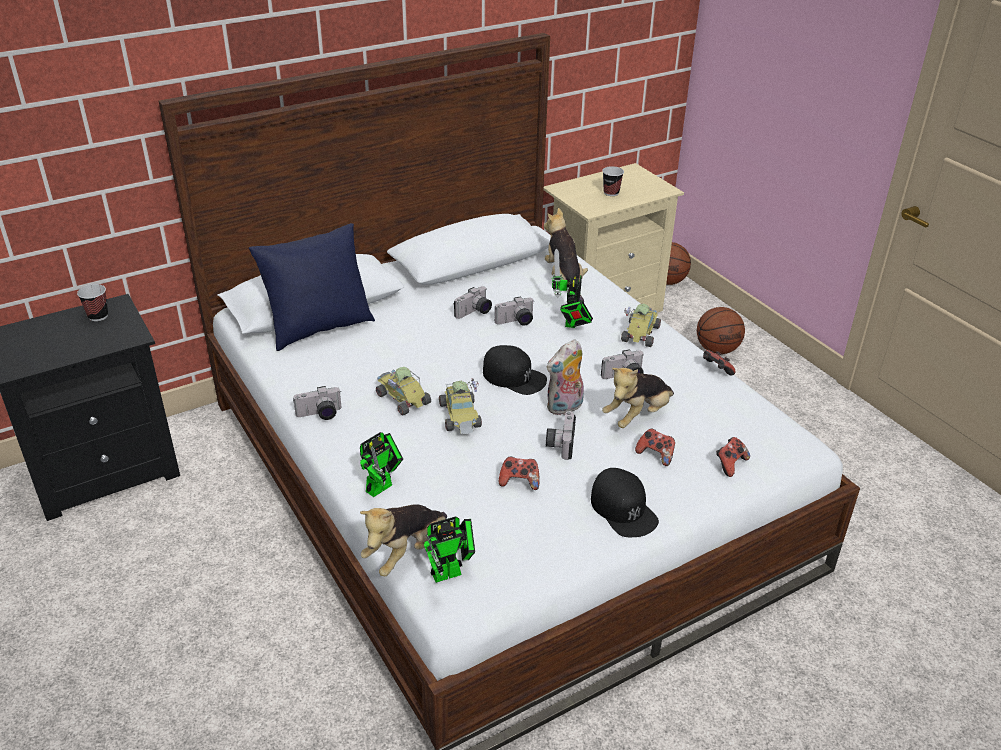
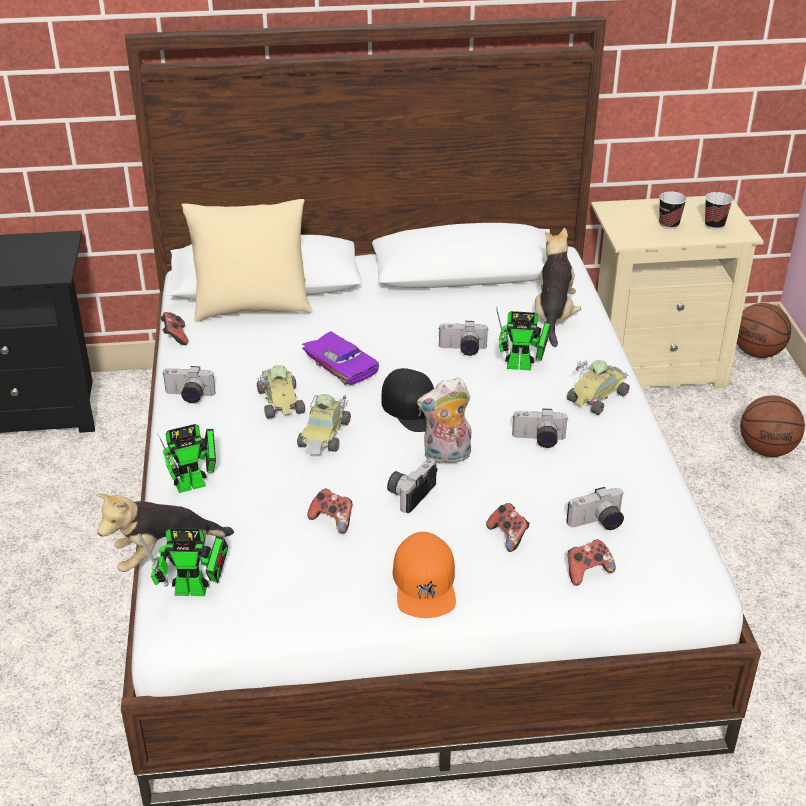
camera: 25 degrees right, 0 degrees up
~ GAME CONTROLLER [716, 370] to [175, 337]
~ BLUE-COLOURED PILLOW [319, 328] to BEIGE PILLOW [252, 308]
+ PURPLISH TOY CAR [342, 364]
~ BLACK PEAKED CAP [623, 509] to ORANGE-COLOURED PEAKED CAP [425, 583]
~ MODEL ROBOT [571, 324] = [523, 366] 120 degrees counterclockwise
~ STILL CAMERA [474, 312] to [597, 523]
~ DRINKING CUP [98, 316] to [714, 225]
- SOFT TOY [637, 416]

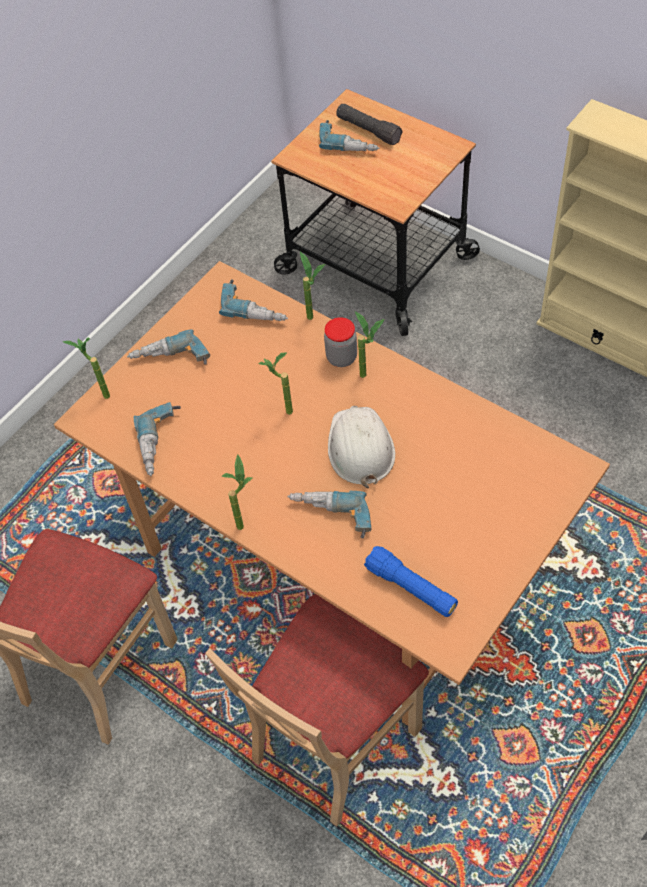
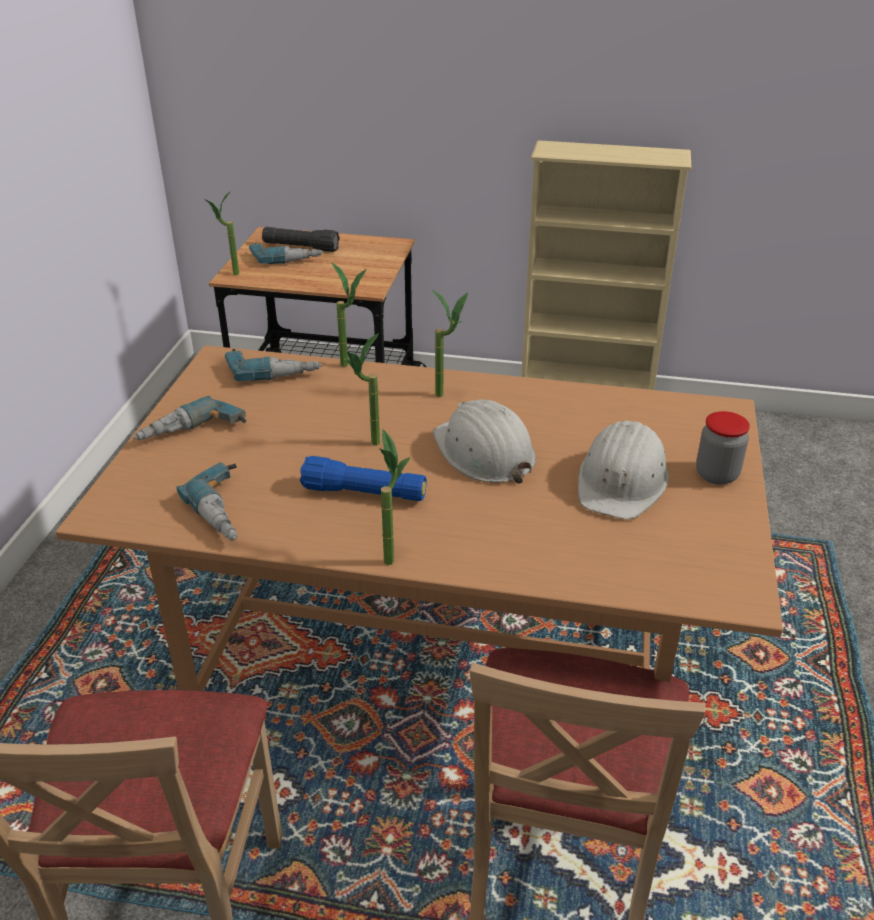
camera: 30 degrees left, 20 degrees down
~ POTTED PLANT [100, 395] to [229, 274]
~ BLUE-COLOURED HAND TORCH [411, 588] to [364, 493]
+ WHITE WORK HELMET [622, 481]
~ STORAGE JAR [341, 357] to [716, 474]
- ELECTRIC DRILL [329, 518]

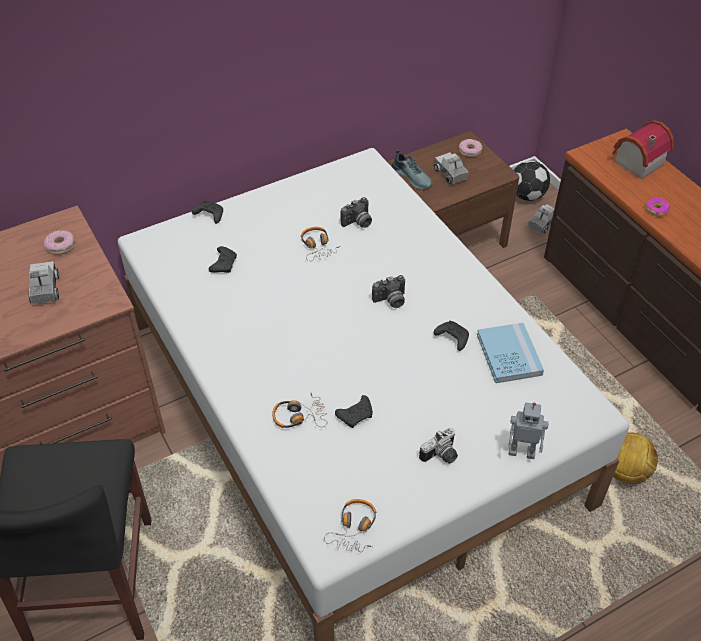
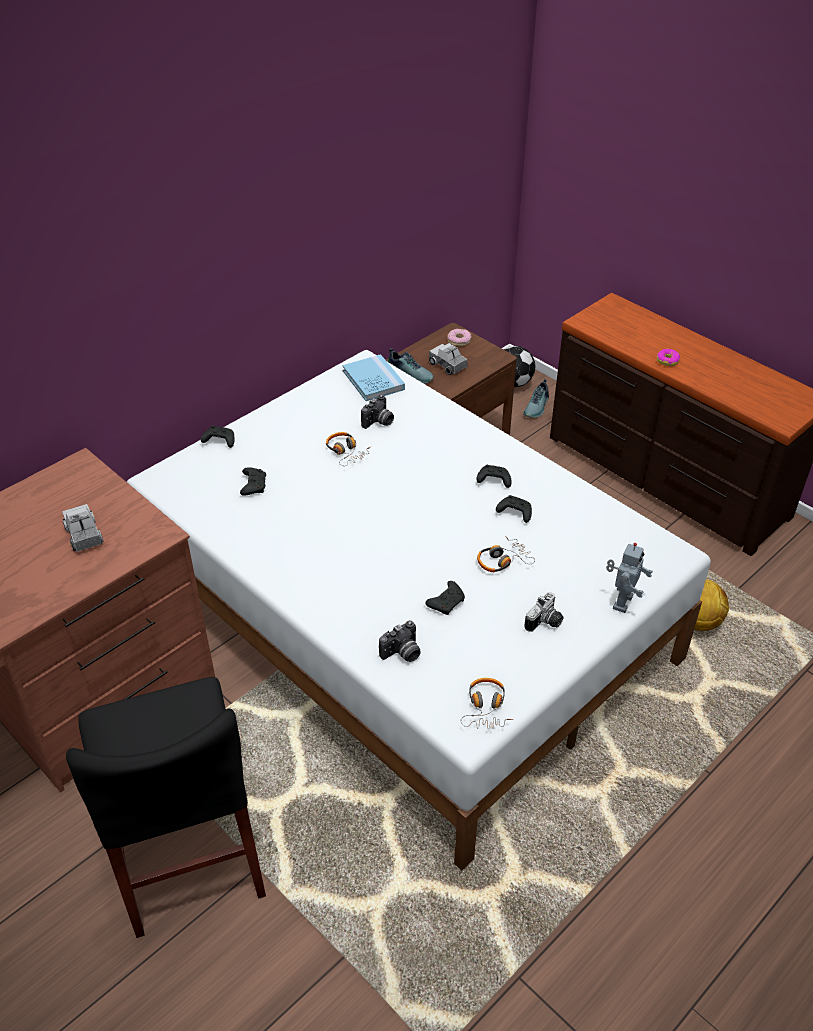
camera: 15 degrees left, 5 degrees down
~ BLUE-COLOURED BOUND BOOK [509, 355] to [373, 380]
~ STILL CAMERA [390, 301] to [402, 653]
+ BLACK GAME CONTROLLER [493, 481]
~ HEADPHONES [299, 416] to [503, 560]
~ TOY LORRY [542, 224] to LOW SHOE [537, 407]
~ MODEL ROBOT [522, 450] = [621, 602] 60 degrees counterclockwise
- DONUT [60, 246]
- TOY HOUSE [635, 162]

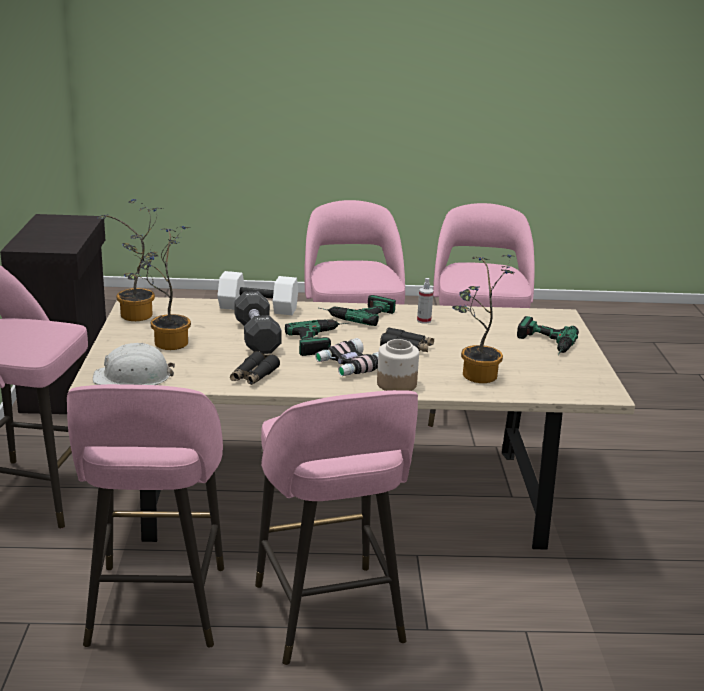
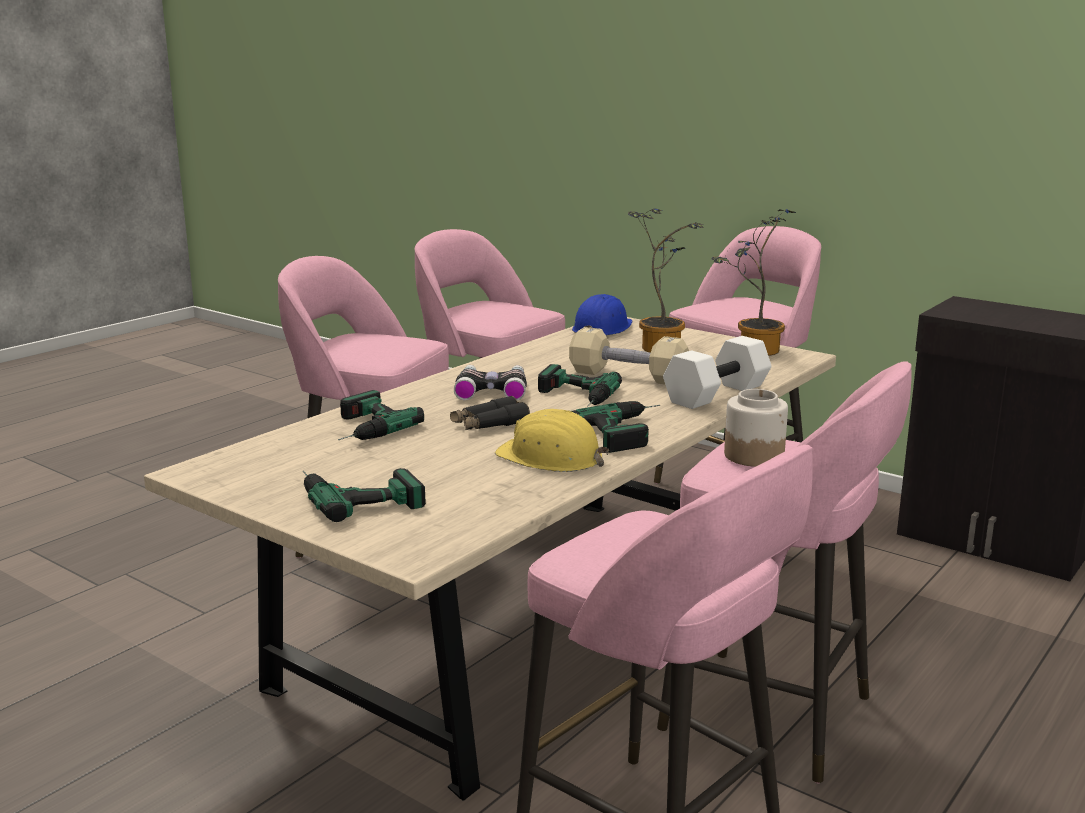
camera: 130 degrees right, 5 degrees down
~ POTTED PLANT [475, 377] to ELECTRIC DRILL [361, 428]
~ HAND SPRAYER [424, 320] to YELLOW-COLOURED WORK HELMET [550, 457]
~ BLACK HAND WEIGHT [257, 337] to BEIGE HAND WEIGHT [628, 376]
~ WHITE WORK HELMET [133, 377] to BLUE-COLOURED WORK HELMET [602, 328]
~ STORAGE JAR [396, 384] to [754, 455]
- BLACK FIELD GLASSES [254, 376]

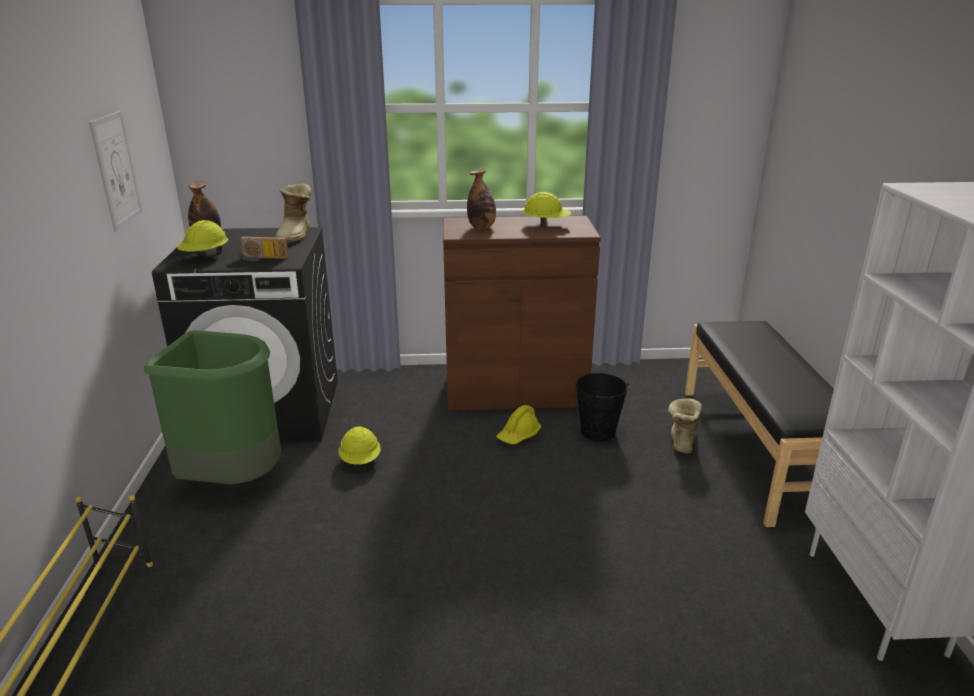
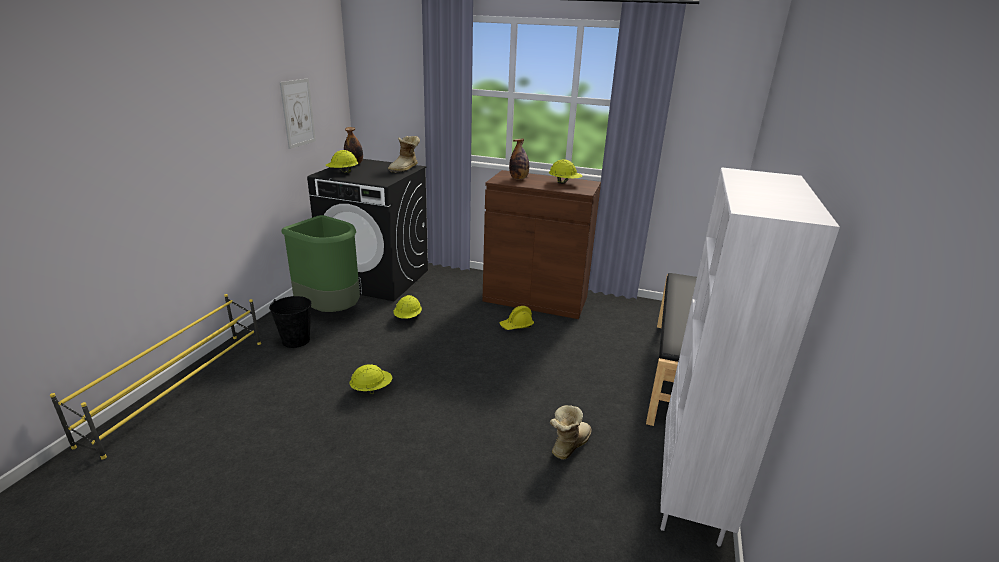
camera: 20 degrees right, 0 degrees up
~ BLACK WATER BUCKET [598, 431] to [296, 340]
+ YELLOW-COLOURED WORK HELMET [371, 389]
~ TALL BOOT [681, 441] to [568, 445]
- RADIO SET [262, 259]

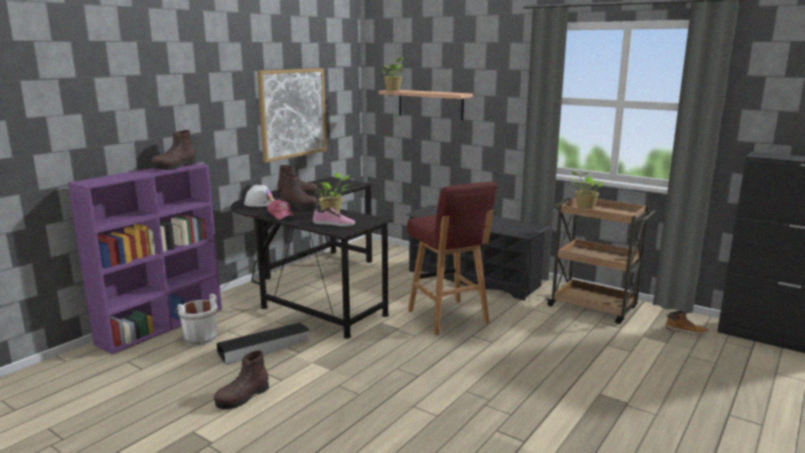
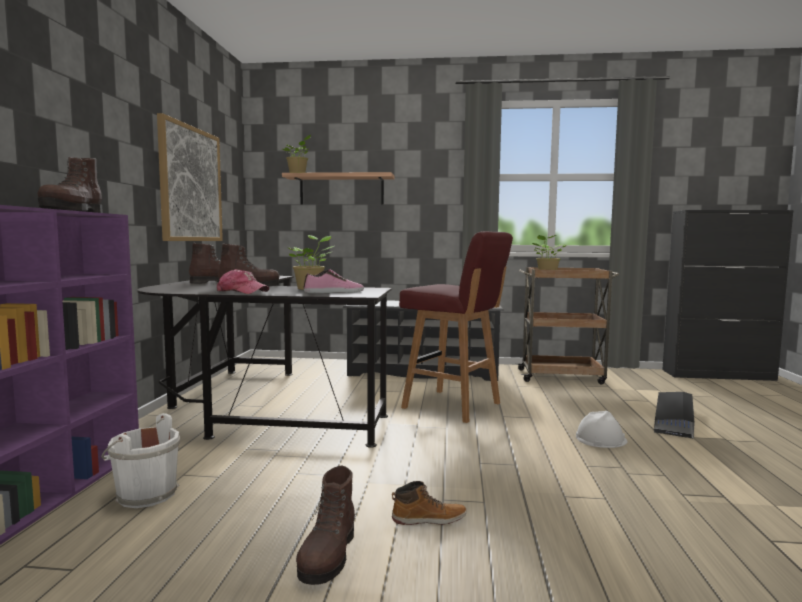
camera: 30 degrees left, 10 degrees down
~ TALL BOOT [685, 331] to [428, 519]
~ WHITE WORK HELMET [260, 203] to [600, 439]
~ BLACK STORAGE CONTAINER [265, 347] to [674, 419]

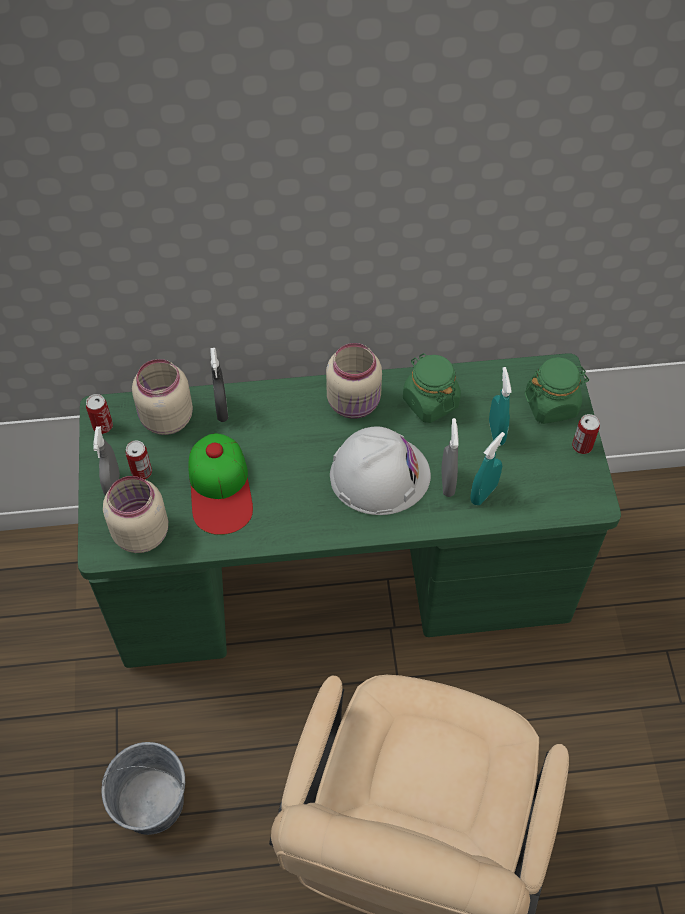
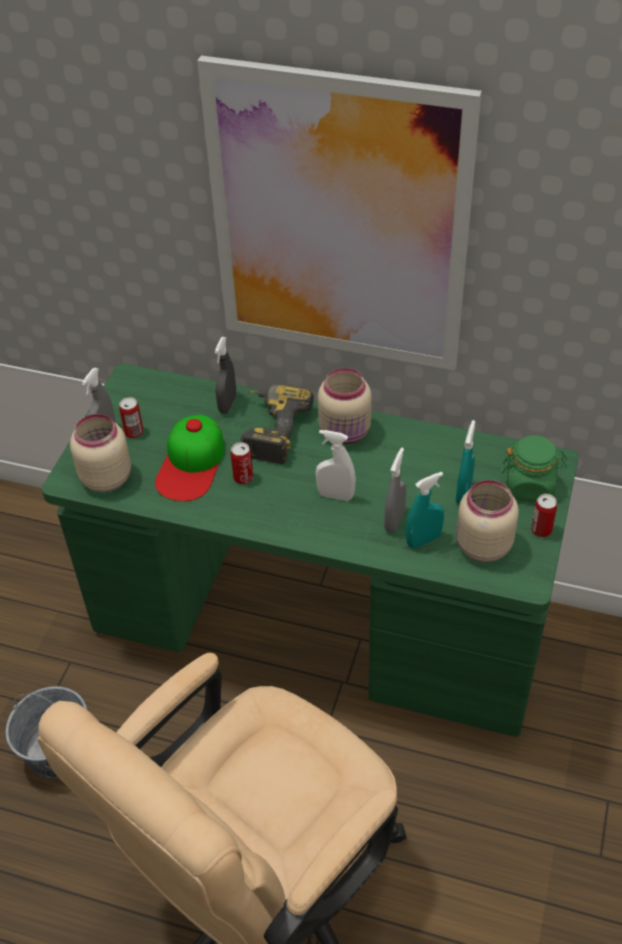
camera: 25 degrees right, 10 degrees down
+ WALL ART [339, 222]
~ CAN [103, 426] to [243, 478]
+ ELECTRIC DRILL [269, 429]
~ WHITE WORK HELMET [379, 474] to WHITE HAND SPRAYER [335, 495]
~ BEIGE STORAGE JAR [165, 419] to [481, 546]
- GREEN-COLOURED STORAGE JAR [430, 402]

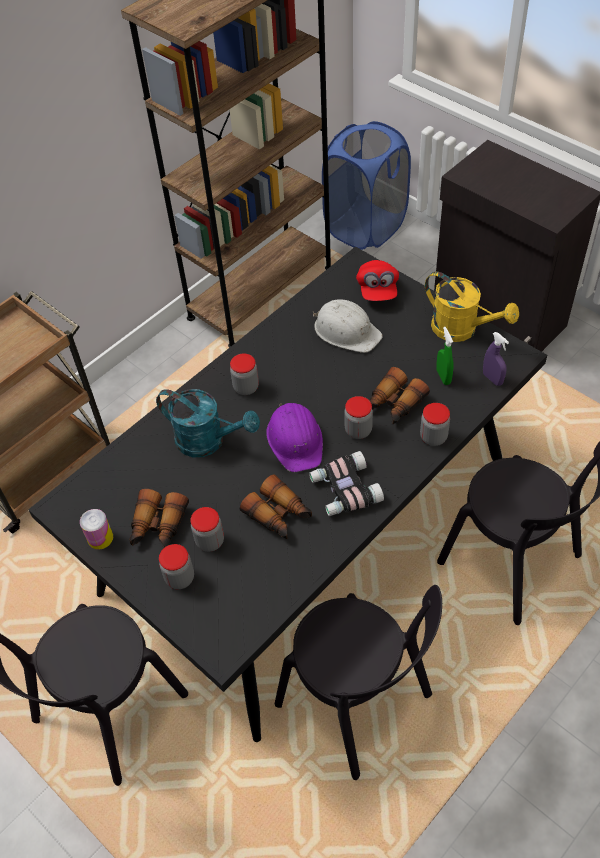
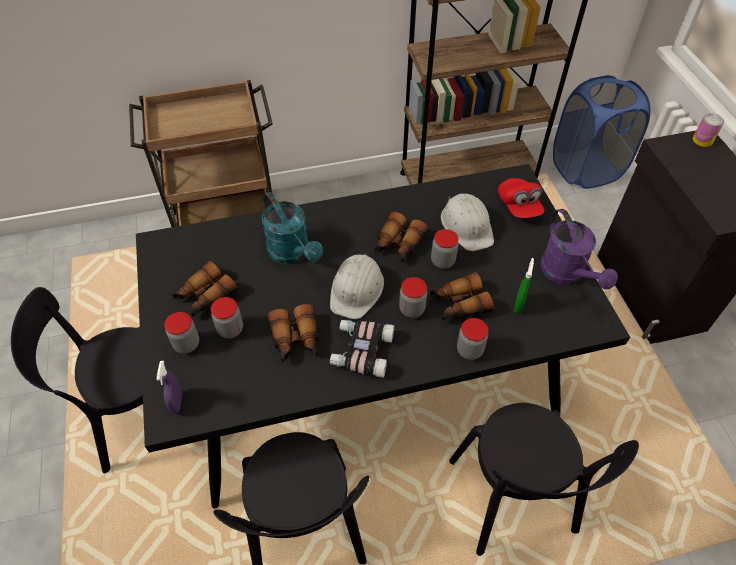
camera: 30 degrees right, 0 degrees up
~ PURPLISH HAND SPRAYER [492, 379] to [177, 402]
~ PURPLISH WORK HELMET [295, 440] to WHITE WORK HELMET [357, 289]
+ FIELD GLASSES [398, 245]
~ STORAGE JAR [246, 387] to [442, 261]
~ REDDISH PEAKED CAP [377, 290] = [519, 206] 45 degrees counterclockwise
~ YELLOW-COLOURED WATERING CAN [462, 329] to PURPLISH WATERING CAN [567, 274]
~ CAN [100, 538] to [702, 140]

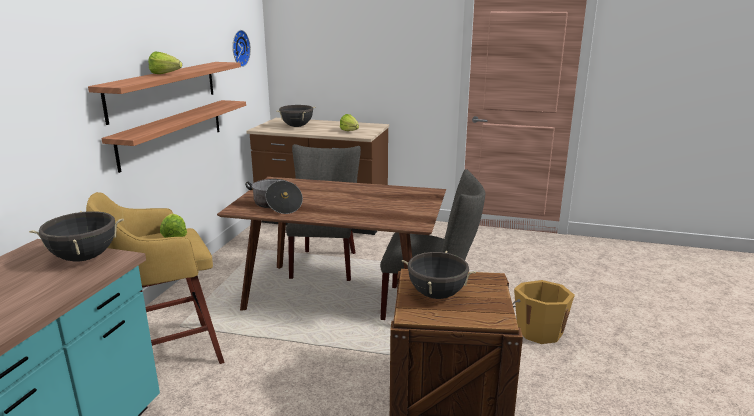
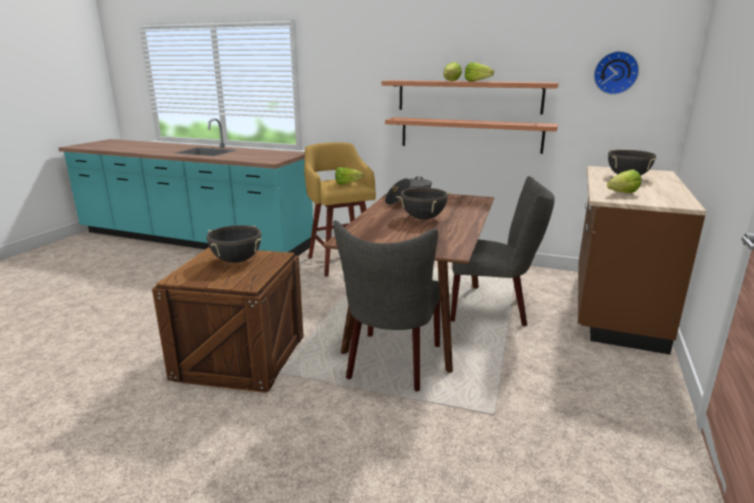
camera: 95 degrees right, 0 degrees up
~ BLACK COOKING POT [84, 258] to [423, 218]
+ LETTUCE HEAD [479, 81]
- ORANGE-COLOURED WATER BUCKET [539, 331]

